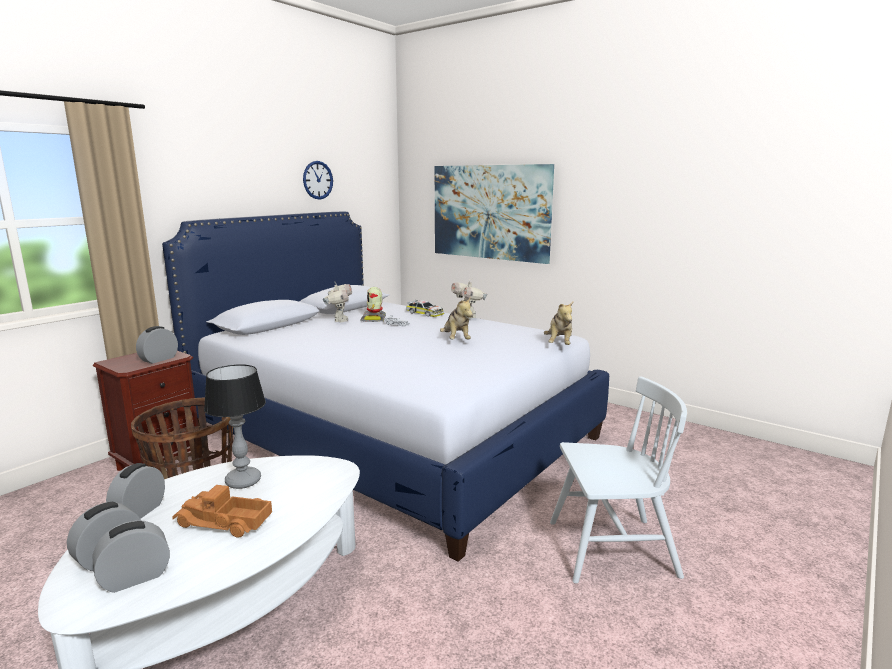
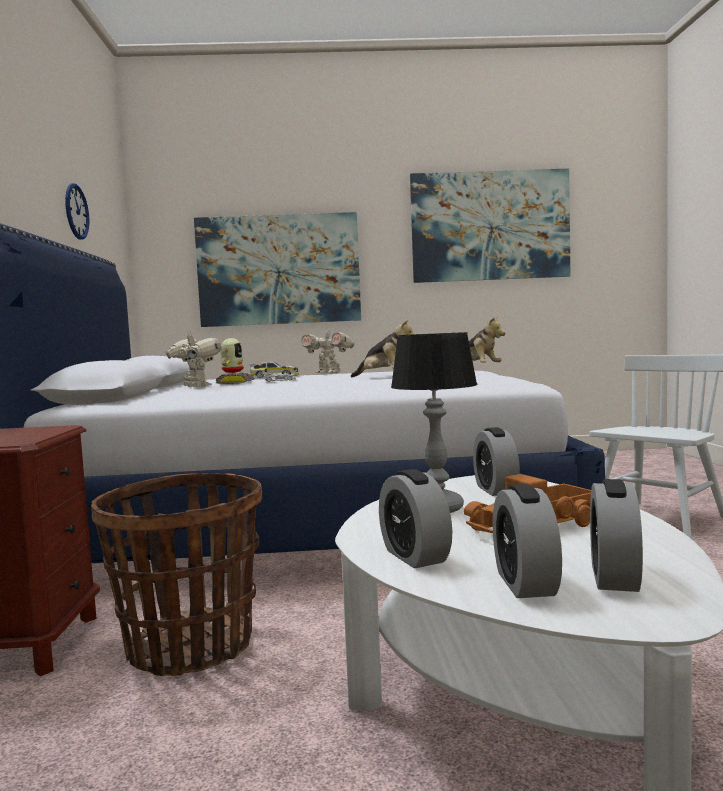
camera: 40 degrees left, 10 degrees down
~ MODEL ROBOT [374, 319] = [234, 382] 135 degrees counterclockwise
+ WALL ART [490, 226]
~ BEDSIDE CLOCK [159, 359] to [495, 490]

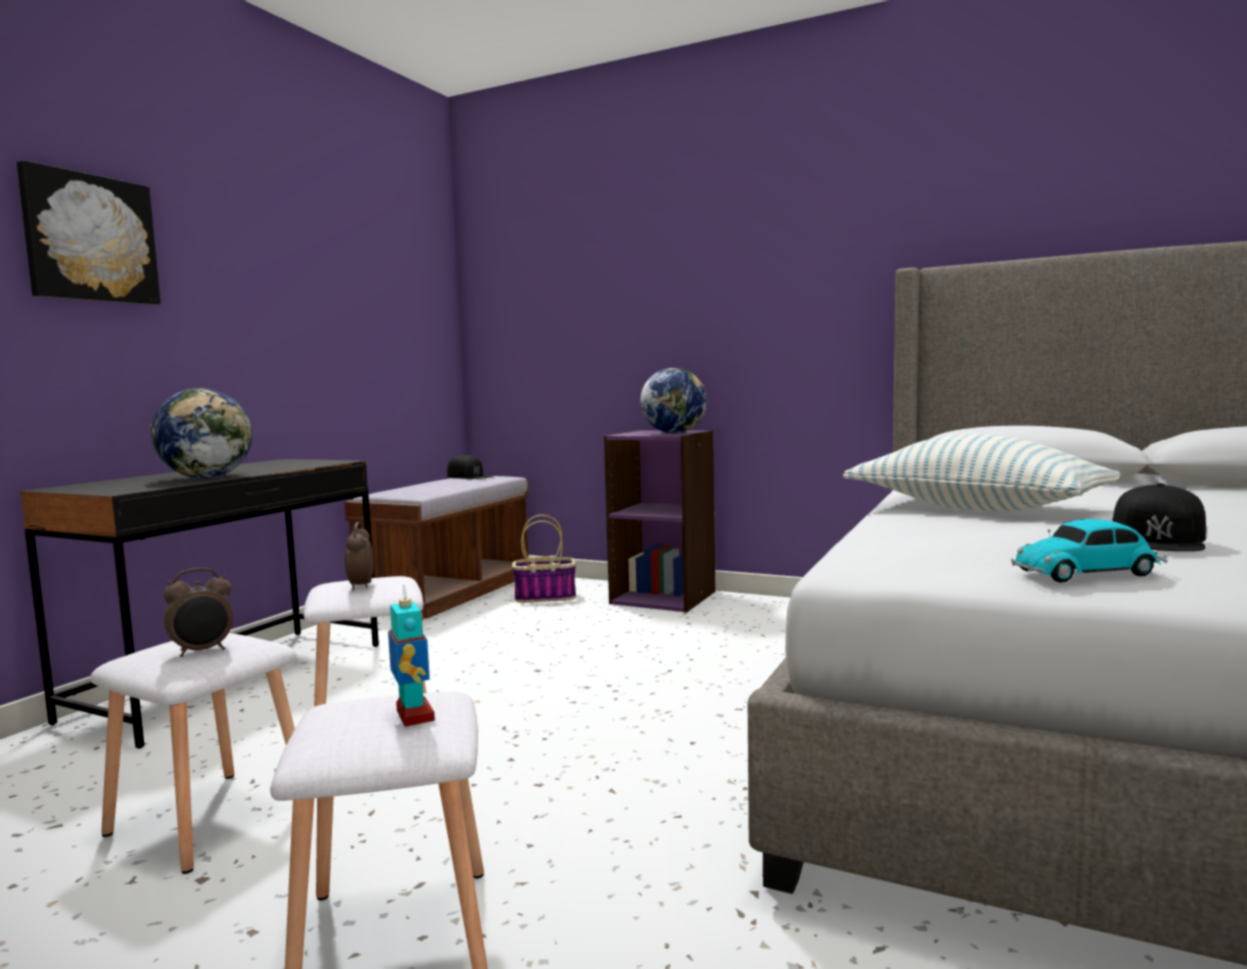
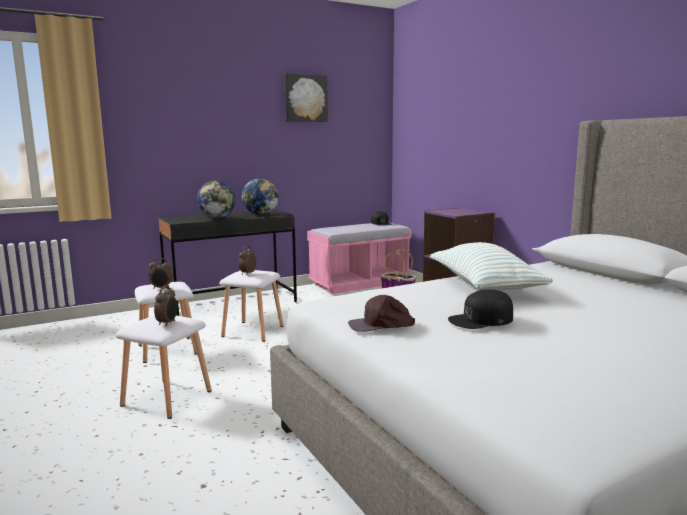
camera: 35 degrees right, 5 degrees up
~ MODEL ROBOT [413, 716] to BEDSIDE CLOCK [167, 323]
~ WORLD GLOBE [674, 433] to [261, 214]
~ WALL ART [89, 238] to [305, 98]
~ BROWNISH BENCH [448, 593] to PINK BENCH [359, 283]
~ TOY CAR [1089, 573] to BROWNISH PEAKED CAP [381, 325]

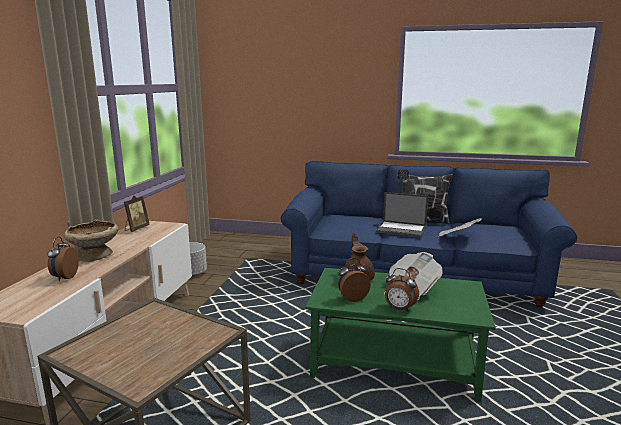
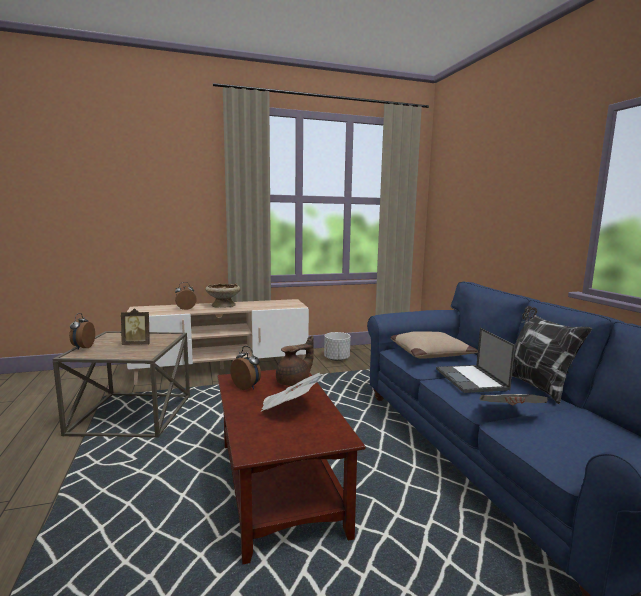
camera: 60 degrees right, 5 degrees down
~ BEDSIDE CLOCK [399, 309] to [82, 347]
~ PICTURE FRAME [136, 229] to [137, 344]
~ GREEN-COLOURED COFFEE TABLE [395, 363] to BROWNISH COFFEE TABLE [280, 487]
+ BEIGE PILLOW [430, 353]

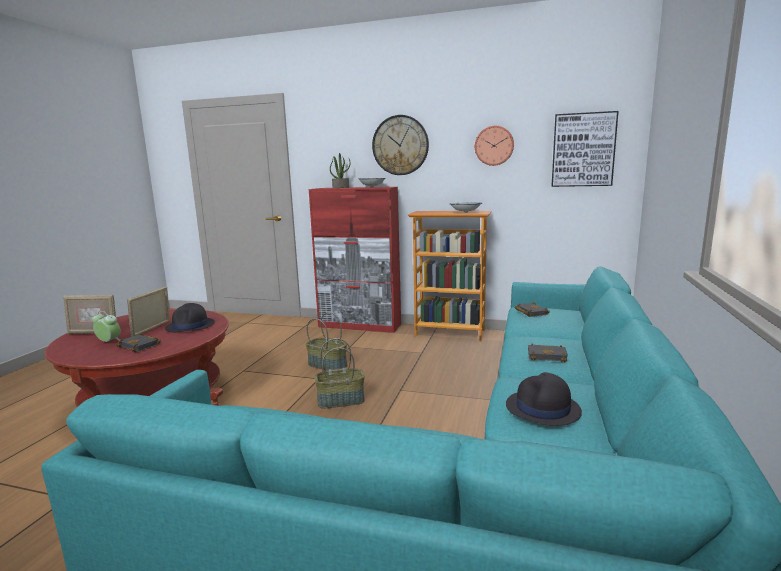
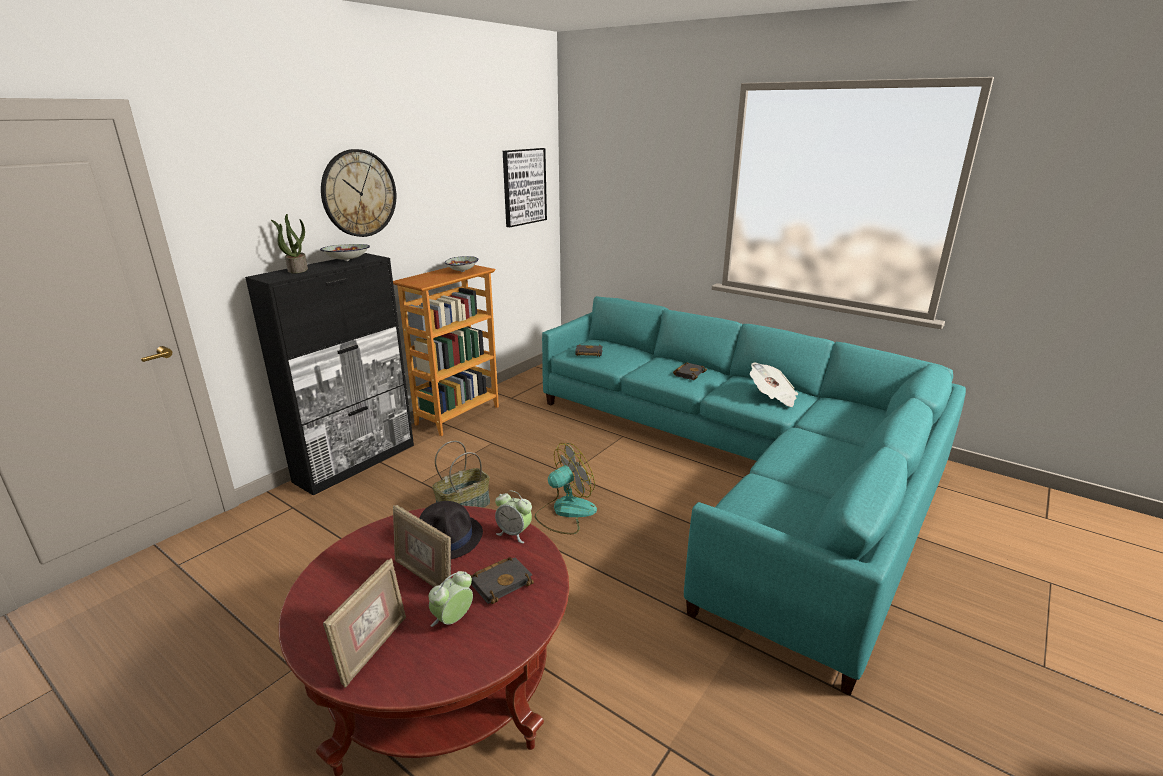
camera: 70 degrees left, 10 degrees up
~ REDDISH CABINET [360, 325] to BLACK CABINET [356, 462]
+ BEDSIDE CLOCK [514, 533]
~ BASKET [341, 400] to COOLING FAN [565, 512]
~ BLACK WEARABLE HAT [542, 409] to NEWSPAPER [772, 397]
- WALL CLOCK [494, 145]

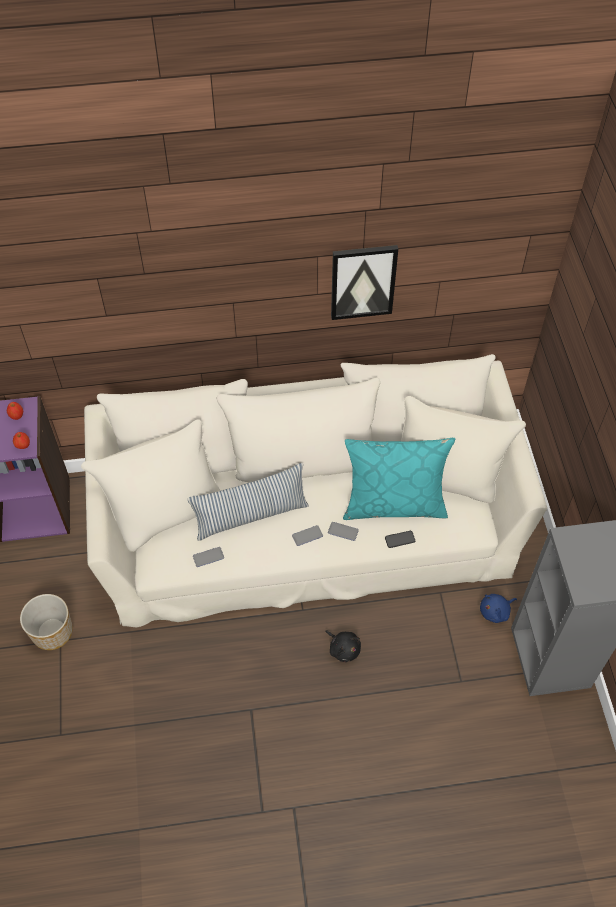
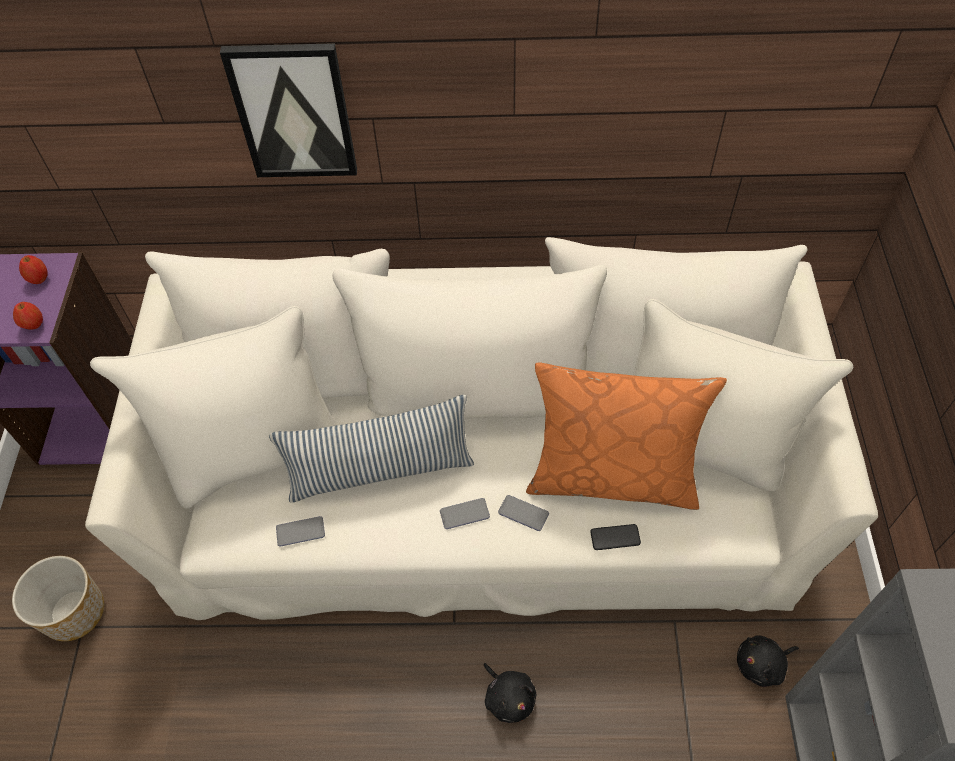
camera: 10 degrees right, 0 degrees up
~ WALL ART [363, 281] to [293, 111]
~ BLUE-GREEN PILLOW [394, 504] to ORANGE-COLOURED PILLOW [612, 476]
~ BLUE-COLOURED SOFT TOY [495, 611] to BLACK SOFT TOY [762, 665]

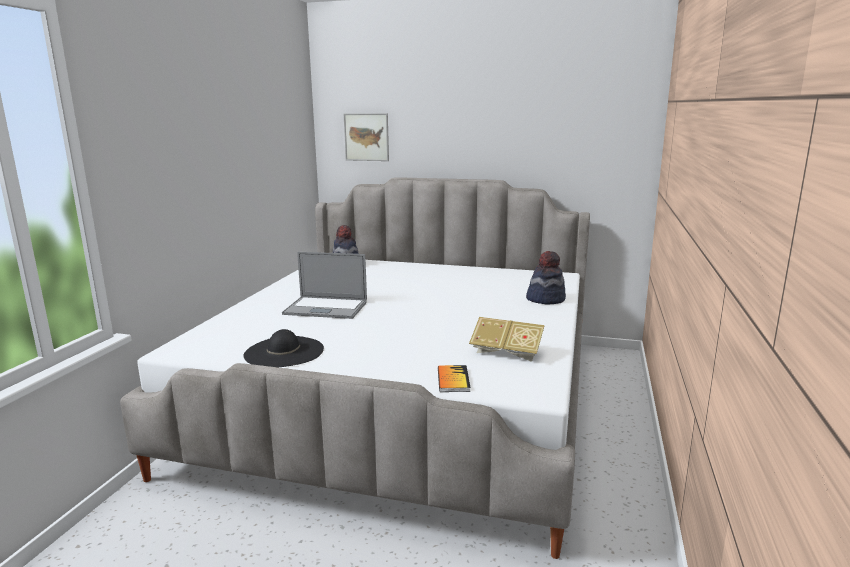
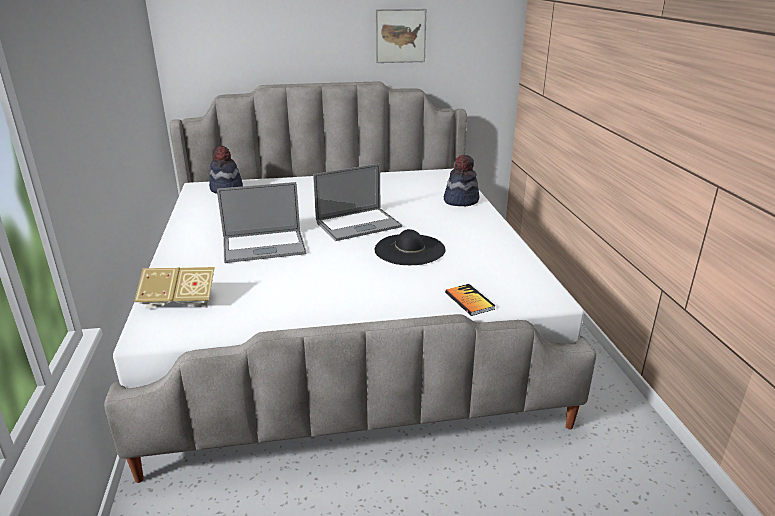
camera: 25 degrees left, 10 degrees up
~ BOUND BOOK [506, 352] to [179, 301]
+ PORTABLE COMPUTER [358, 225]
~ BLACK WEARABLE HAT [284, 352] to [410, 249]
~ WALL ART [366, 137] to [400, 36]

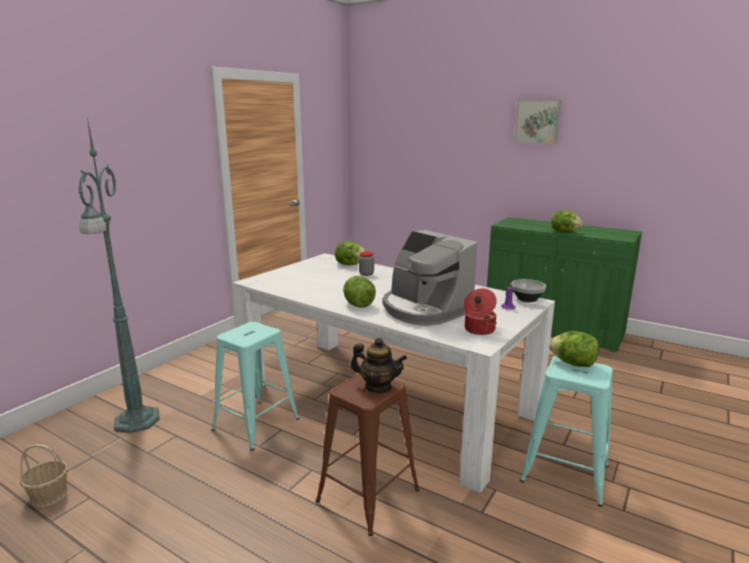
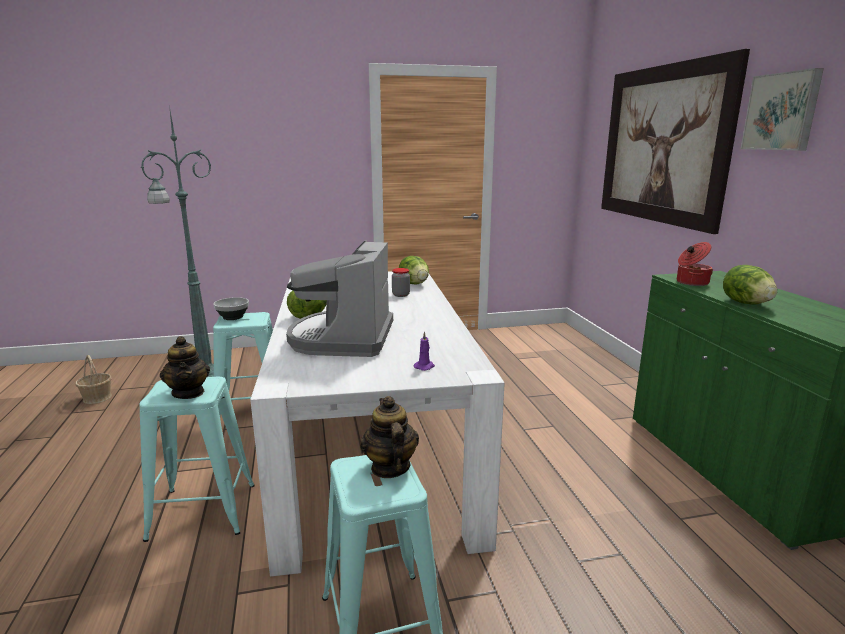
camera: 45 degrees right, 0 degrees up
~ BROWNISH STOOL [368, 495] to BLUE-GREEN STOOL [202, 511]
~ SERVING BOWL [527, 299] to [233, 317]
~ LETTUCE HEAD [573, 364] to TEAPOT [390, 467]
+ WALL ART [662, 145]
~ COOKING POT [478, 330] to [691, 282]

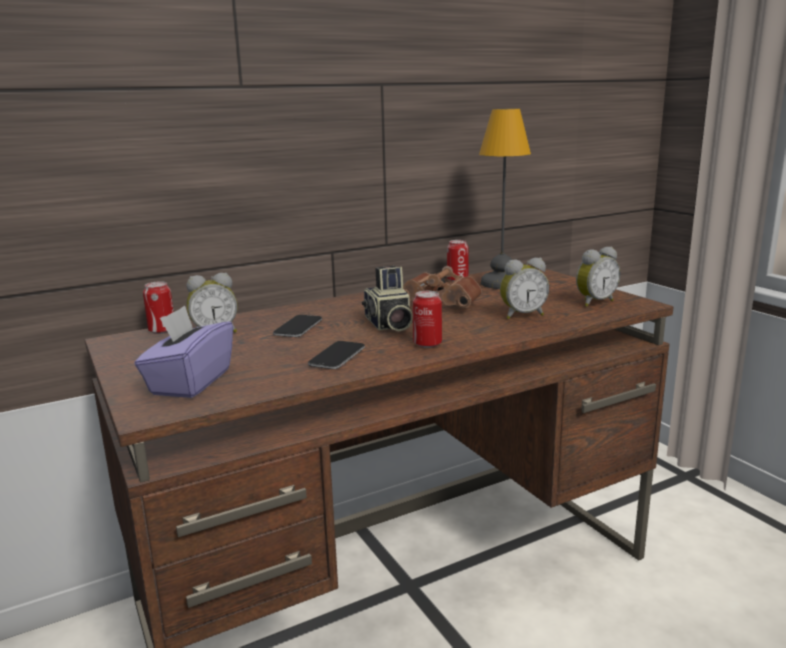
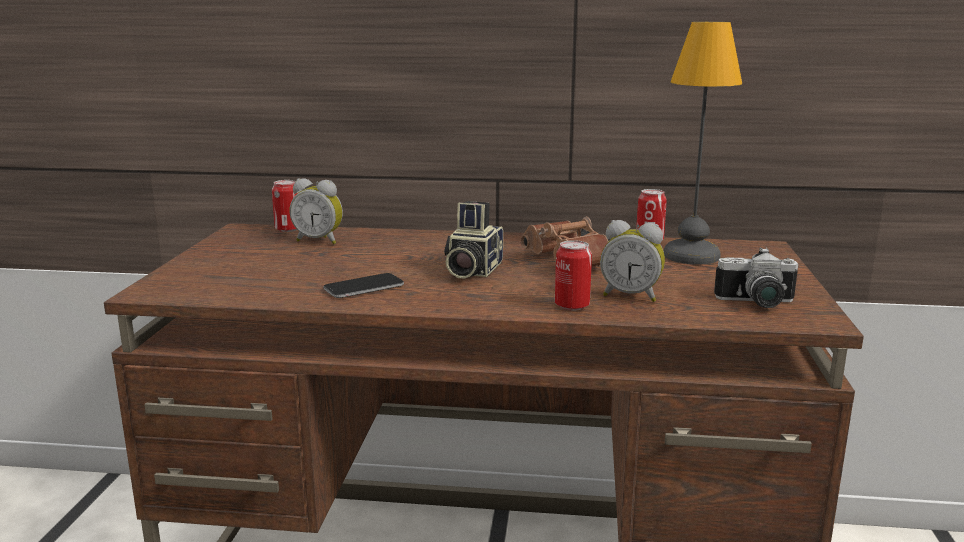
camera: 35 degrees right, 0 degrees up
~ CAN [427, 344] to [572, 305]
~ BEDSIDE CLOCK [594, 302] to STILL CAMERA [757, 303]
- PURPLISH TISSUE HOLDER [190, 382]
- TELEPHONE [298, 327]

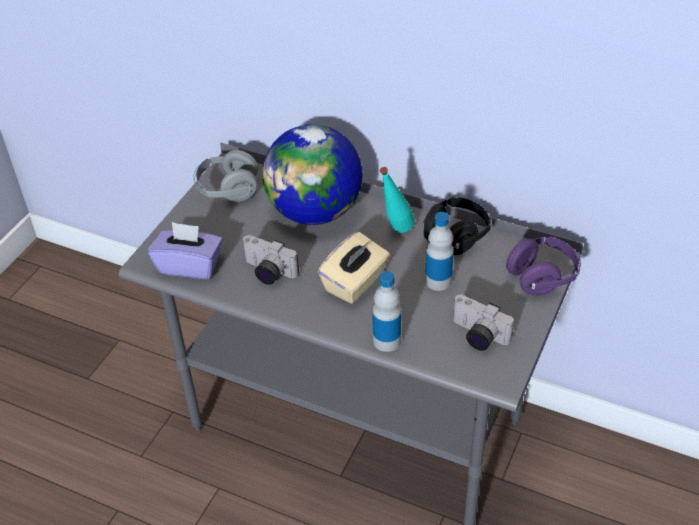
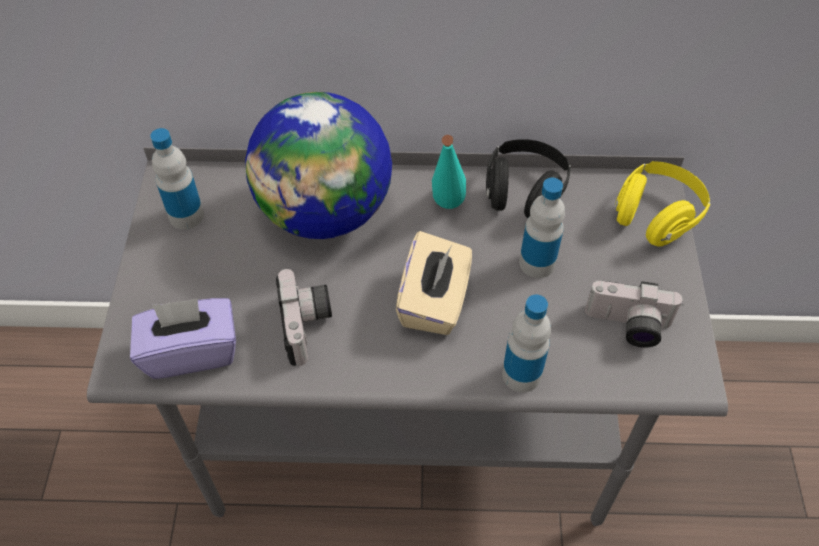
camera: 25 degrees left, 10 degrees up
~ GRAY HEADPHONES [227, 190] to BOTTLE [186, 215]
~ STILL CAMERA [267, 272] = [308, 325] 105 degrees counterclockwise
~ PURPLISH HEADPHONES [542, 277] to YELLOW-COLOURED HEADPHONES [656, 217]

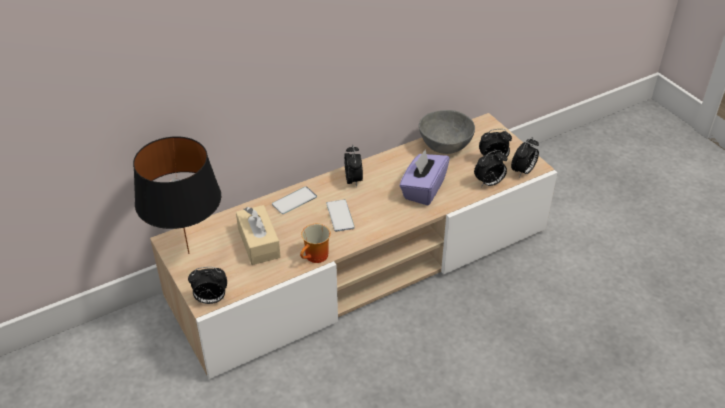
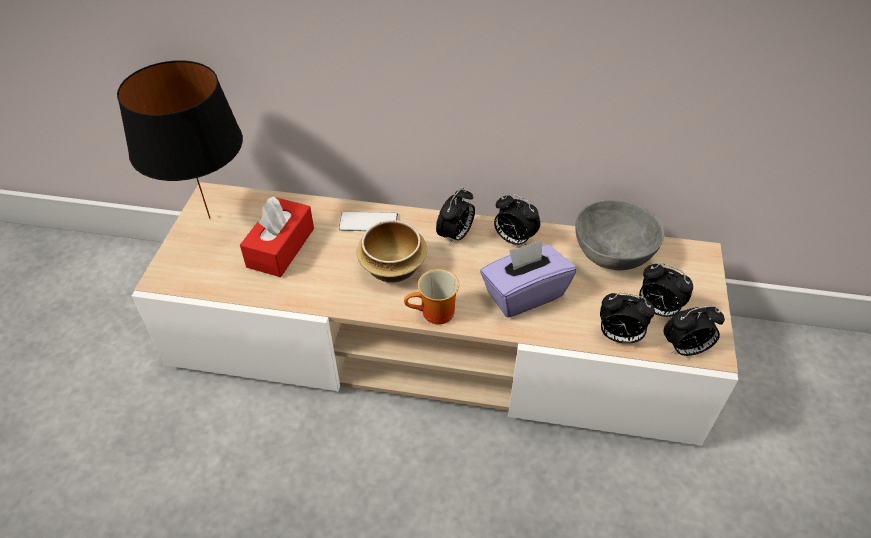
camera: 40 degrees right, 5 degrees up
~ BEIGE TISSUE HOLDER [259, 243] to REDDISH TISSUE HOLDER [281, 247]
~ TELEPHONE [340, 215] to SERVING BOWL [394, 268]
~ MUG [316, 257] to [435, 315]
~ BEDSIDE CLOCK [211, 300] to [513, 239]

